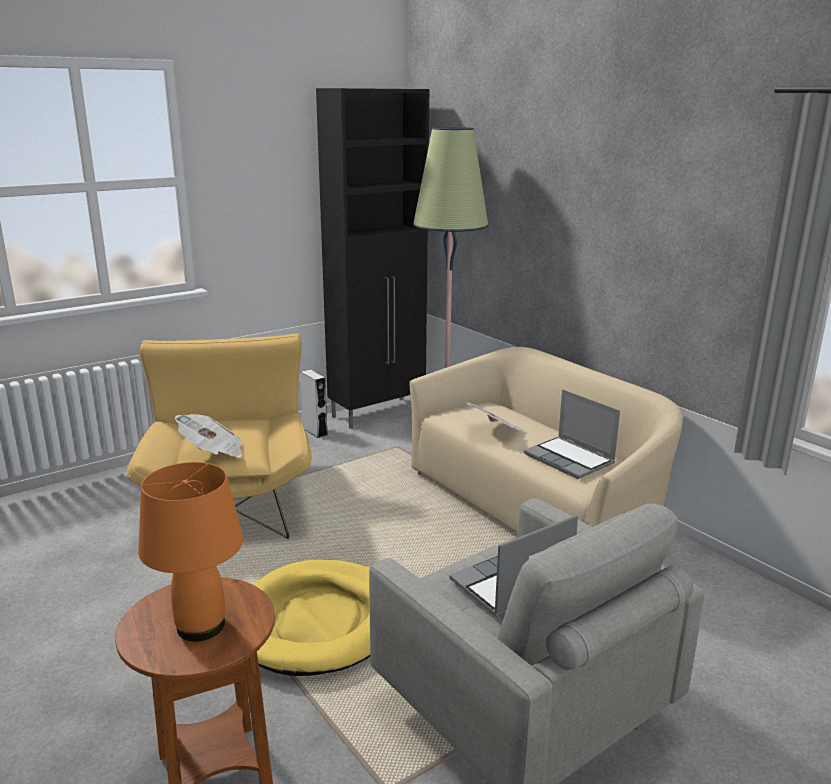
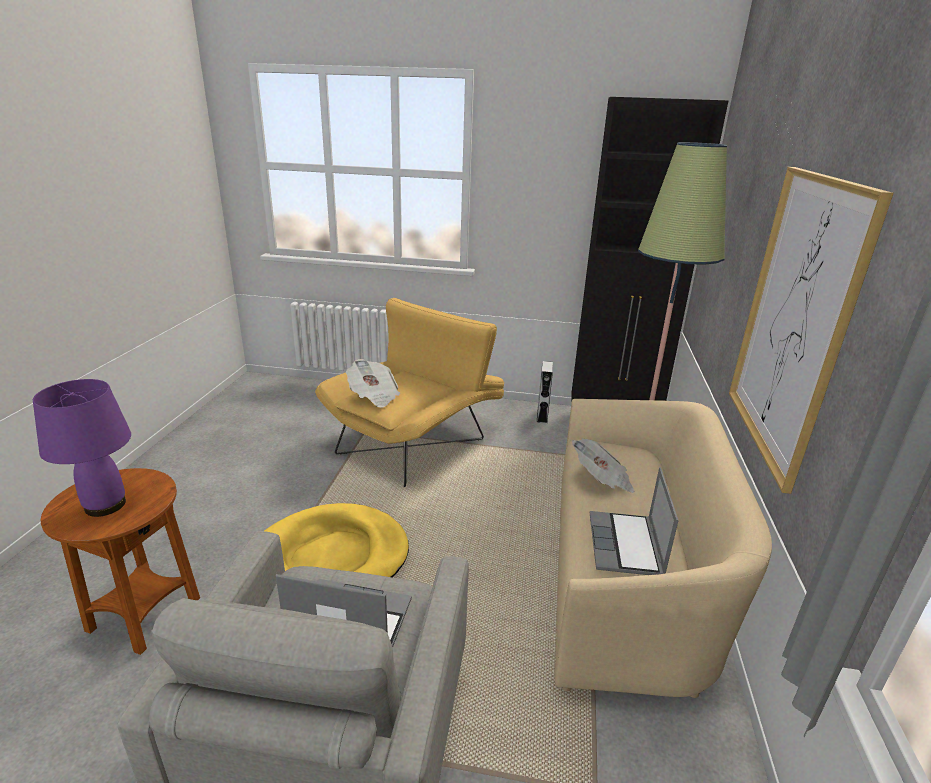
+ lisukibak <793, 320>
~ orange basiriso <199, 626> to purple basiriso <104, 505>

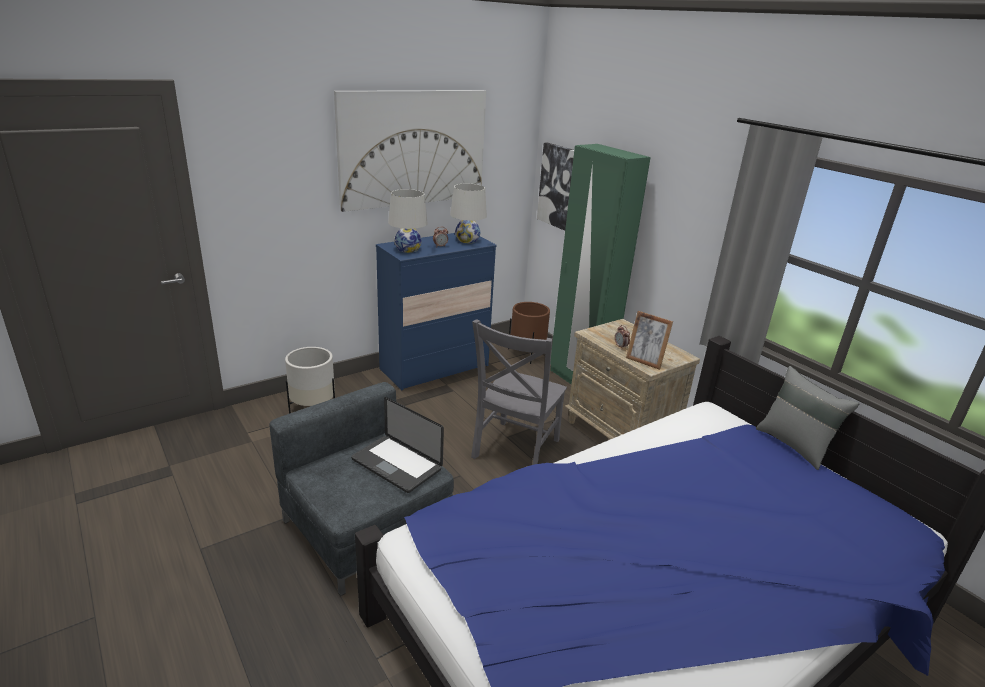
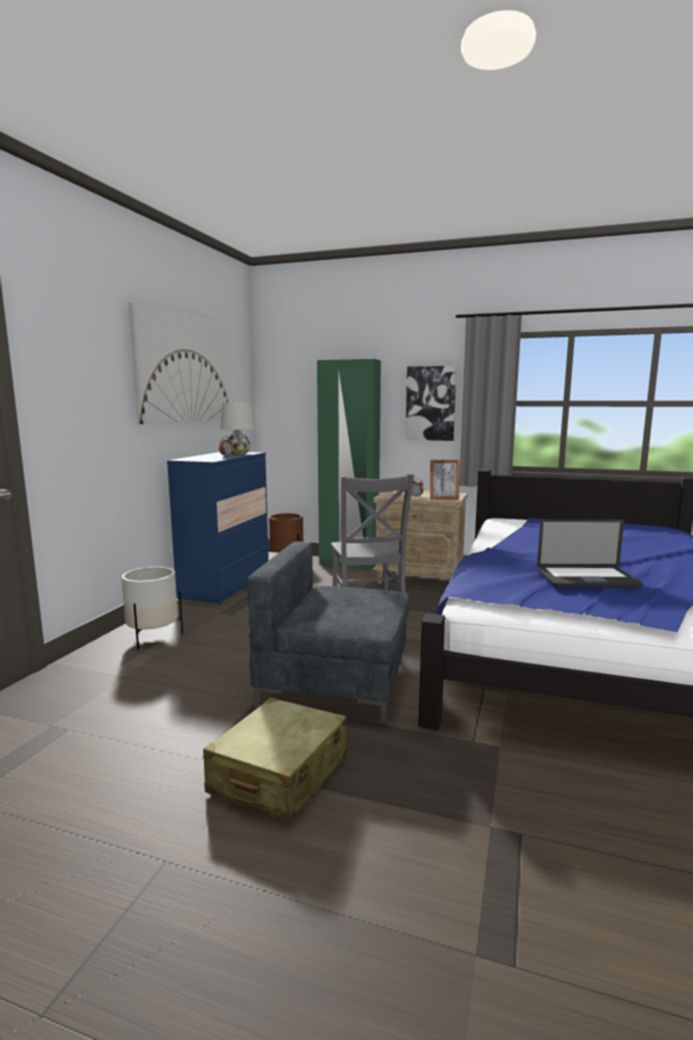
- white basiriso <407, 249>
- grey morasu <794, 445>
+ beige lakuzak <279, 775>
~ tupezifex <396, 464> to <587, 579>
~ lisukibak <560, 187> to <430, 403>

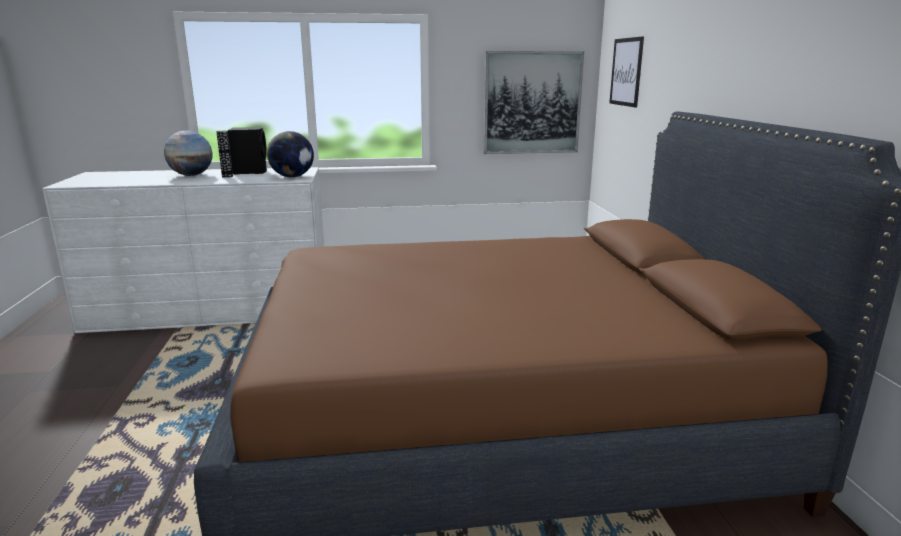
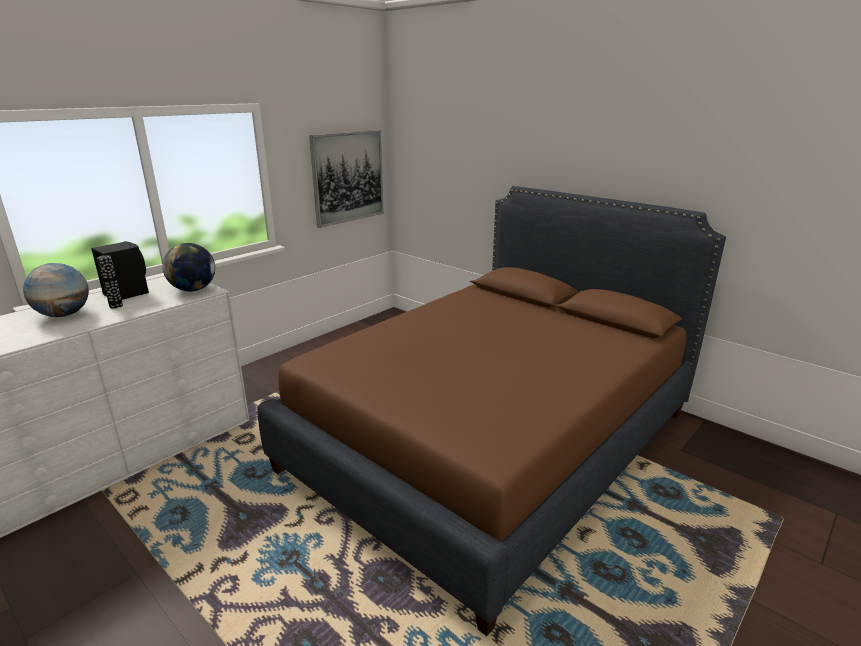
- lisukibak <626, 72>

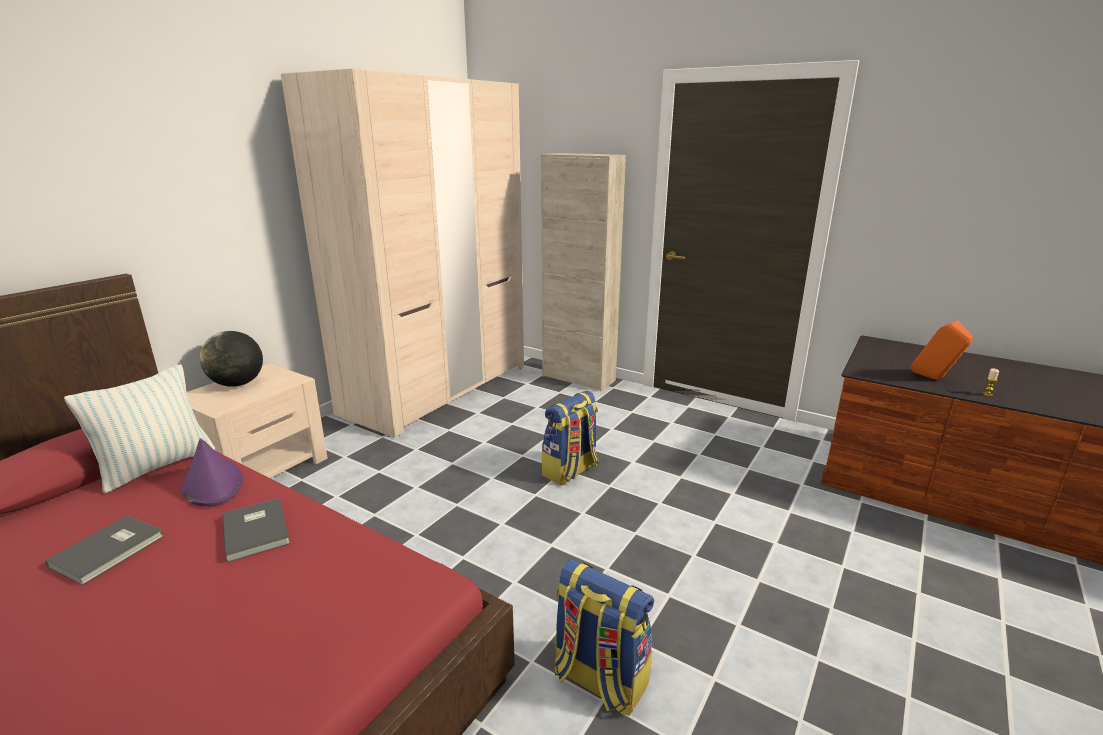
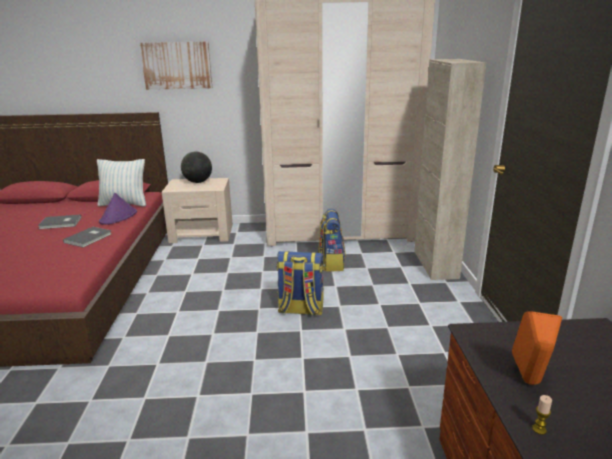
+ lisukibak <177, 65>
~ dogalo <599, 680> to <331, 263>

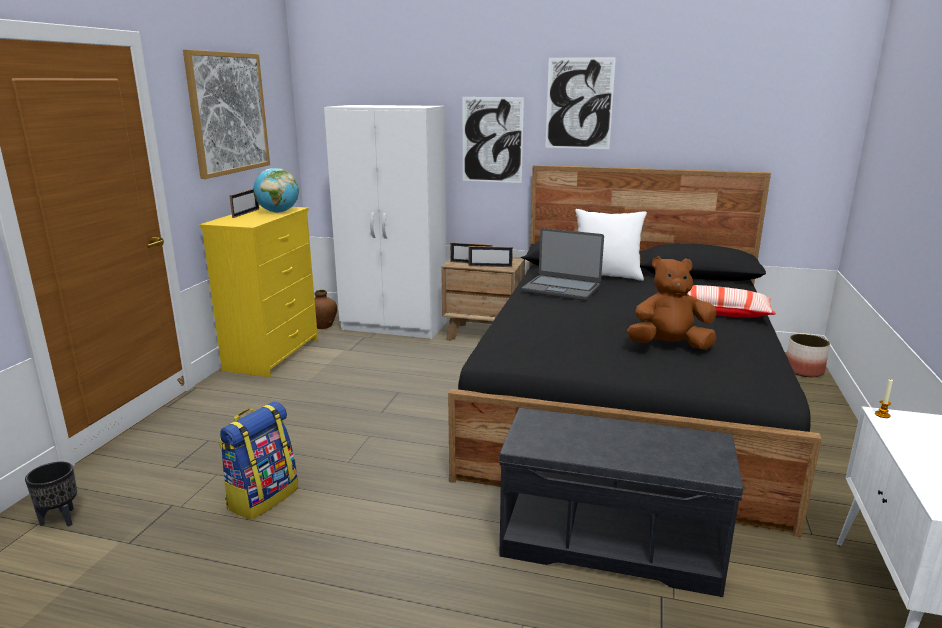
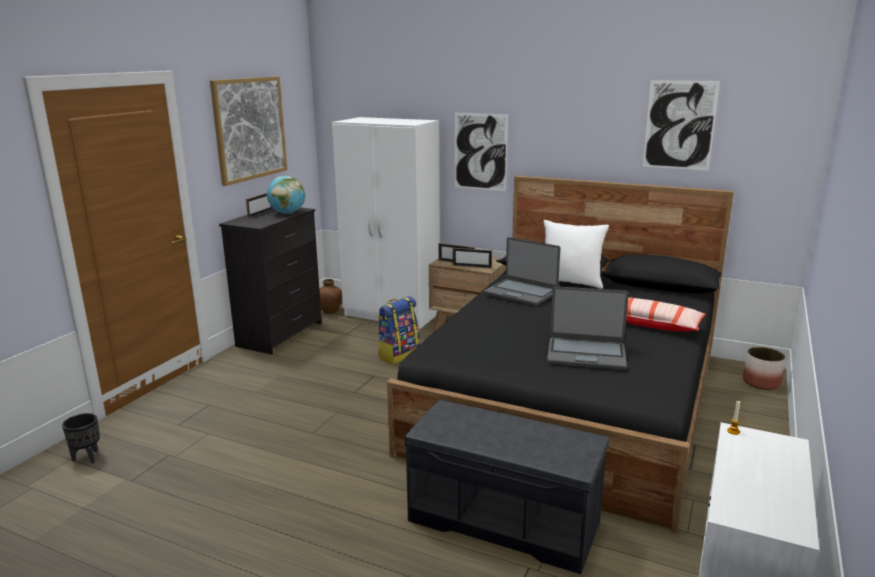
~ dogalo <262, 497> to <398, 355>
~ lisukibak <579, 103> to <679, 125>
~ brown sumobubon <669, 346> to tupezifex <586, 354>
~ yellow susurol <273, 354> to black susurol <281, 334>

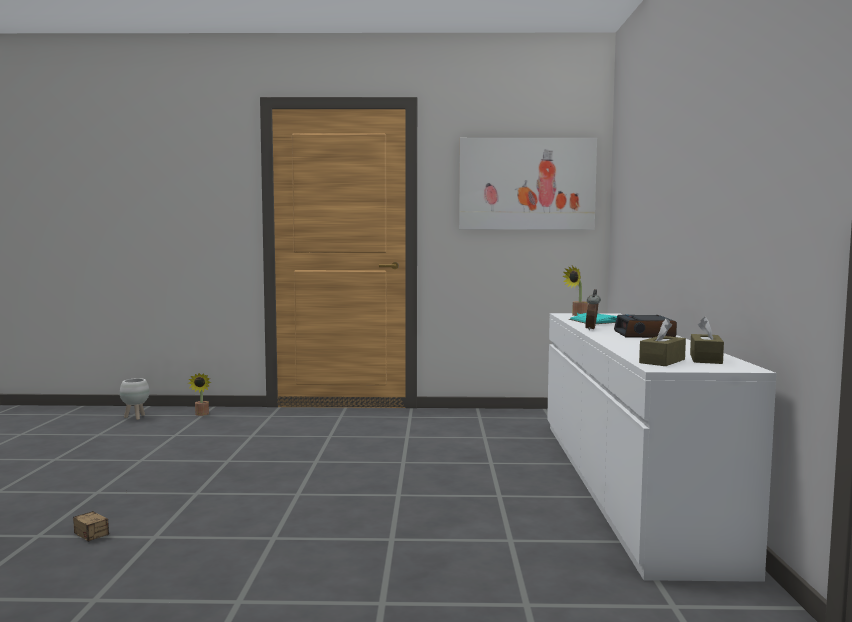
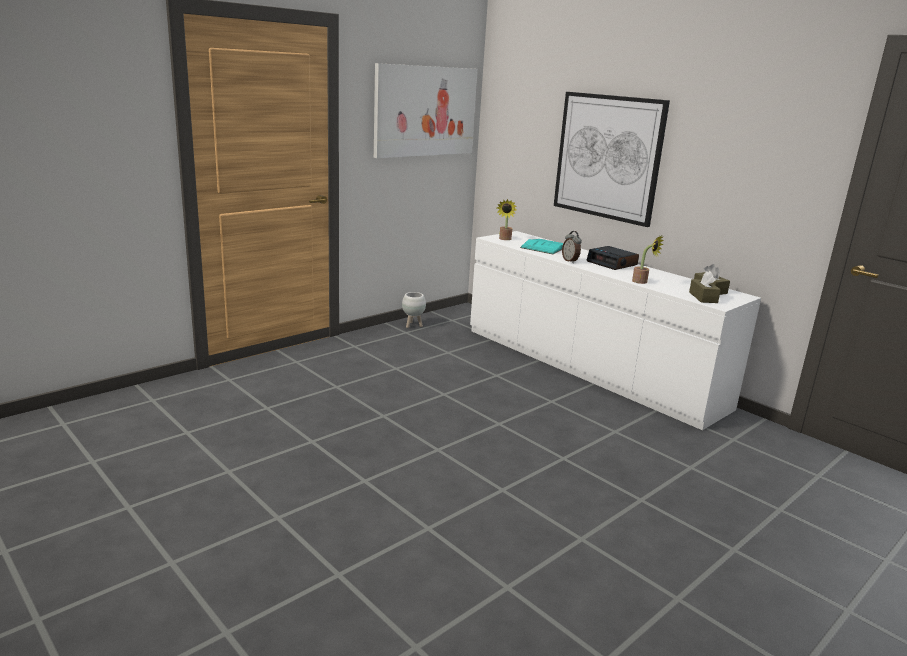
- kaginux <101, 540>
+ lisukibak <608, 157>
~ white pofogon <135, 417> to <412, 325>
~ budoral <201, 414> to <642, 282>

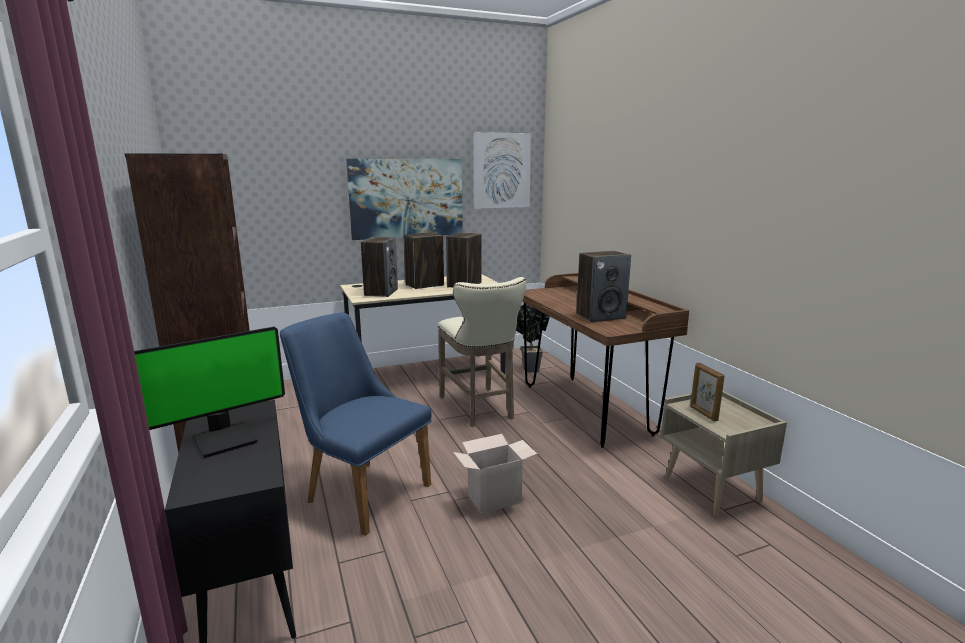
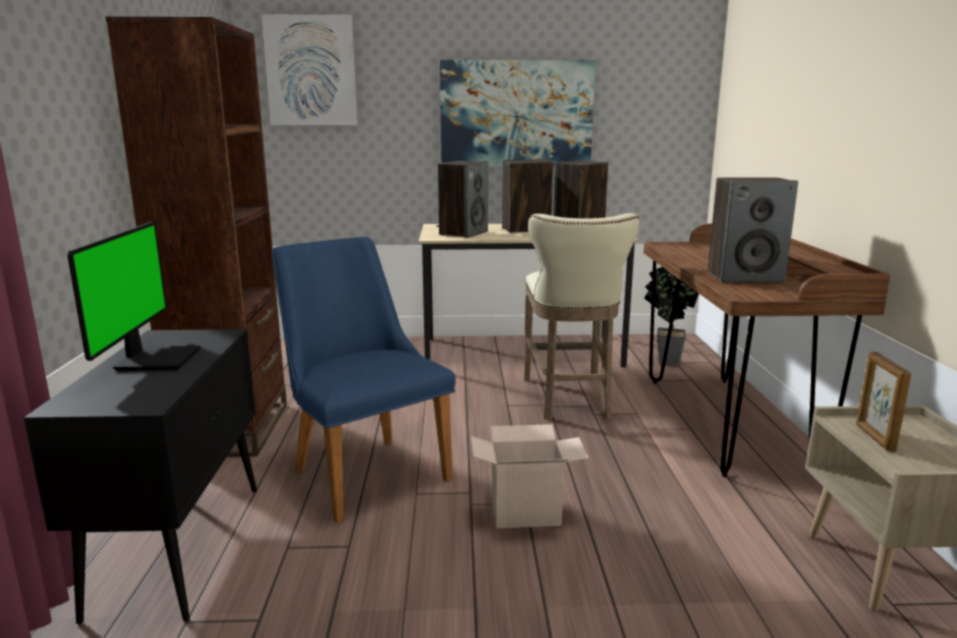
~ lisukibak <501, 170> to <311, 71>
~ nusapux <225, 438> = <155, 359> 75 degrees counterclockwise

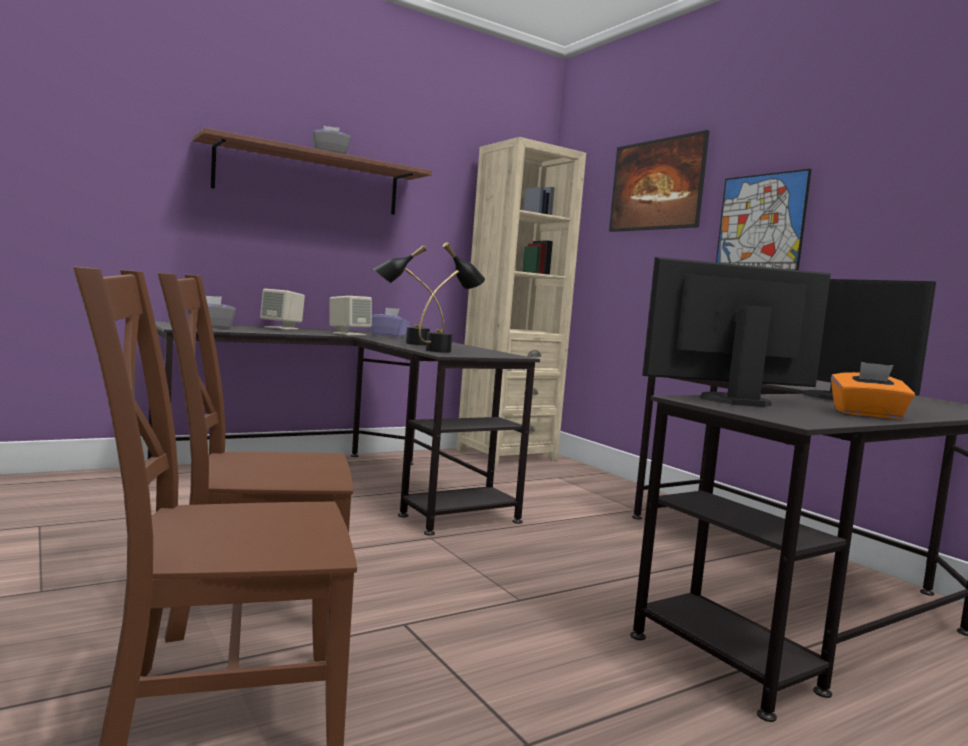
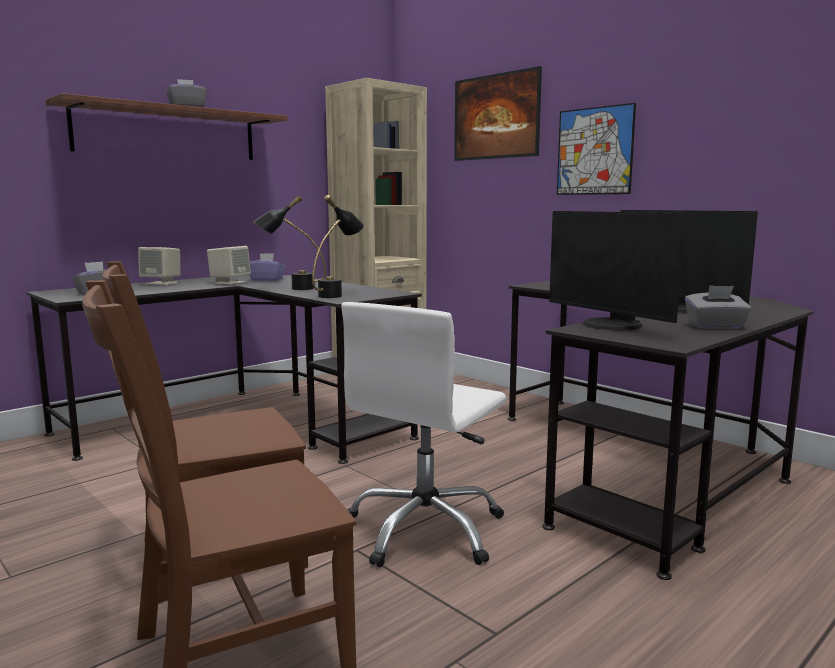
+ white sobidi <425, 530>
~ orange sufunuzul <867, 414> to grey sufunuzul <715, 326>
~ nusapux <732, 400> = <610, 325> 105 degrees counterclockwise

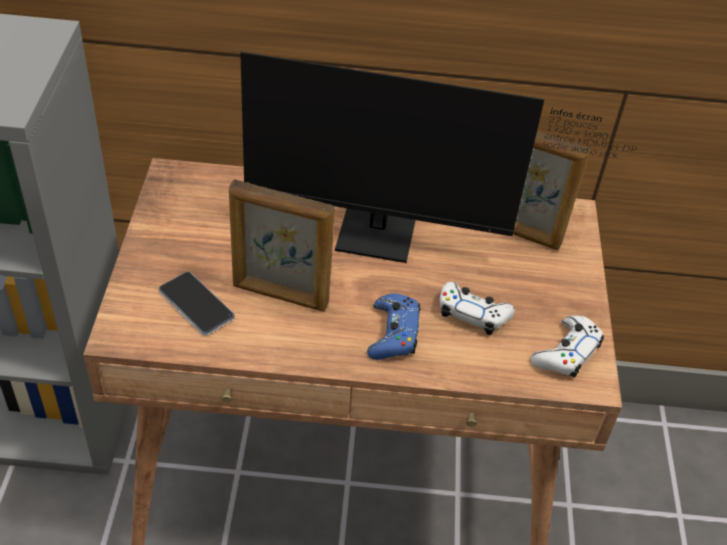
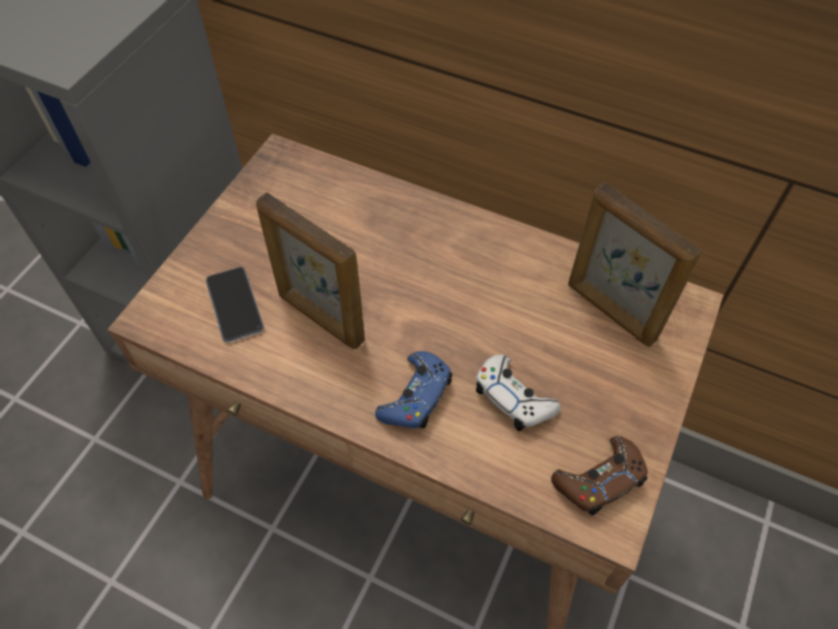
- nusapux <389, 237>
~ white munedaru <566, 353> to brown munedaru <599, 479>

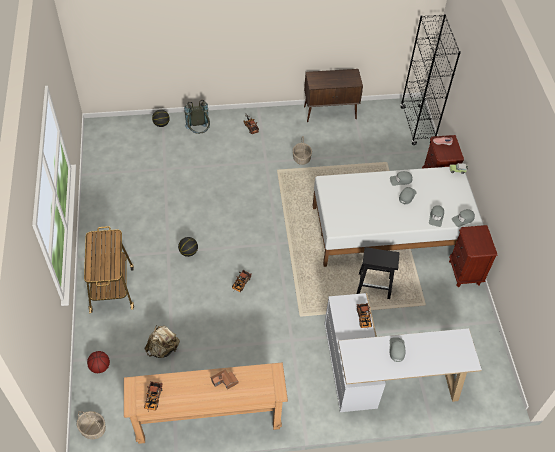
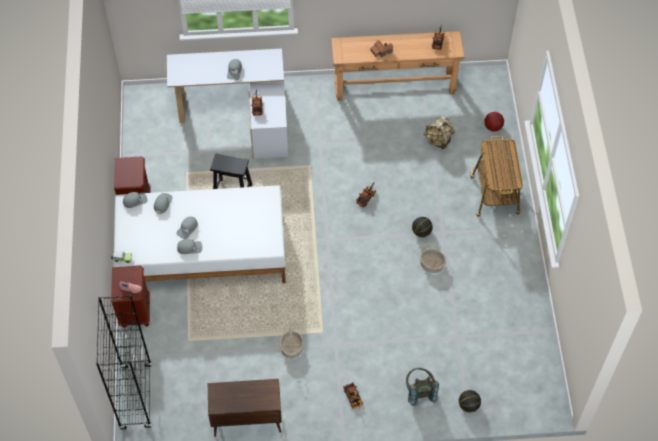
~ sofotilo <92, 429> to <432, 265>

